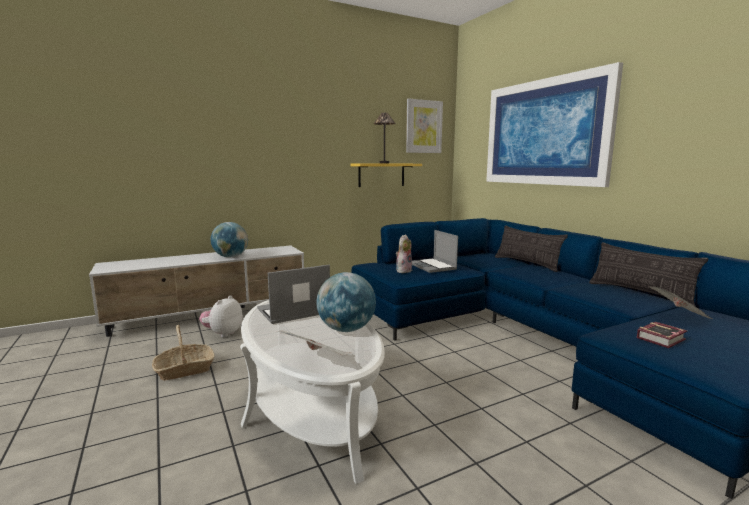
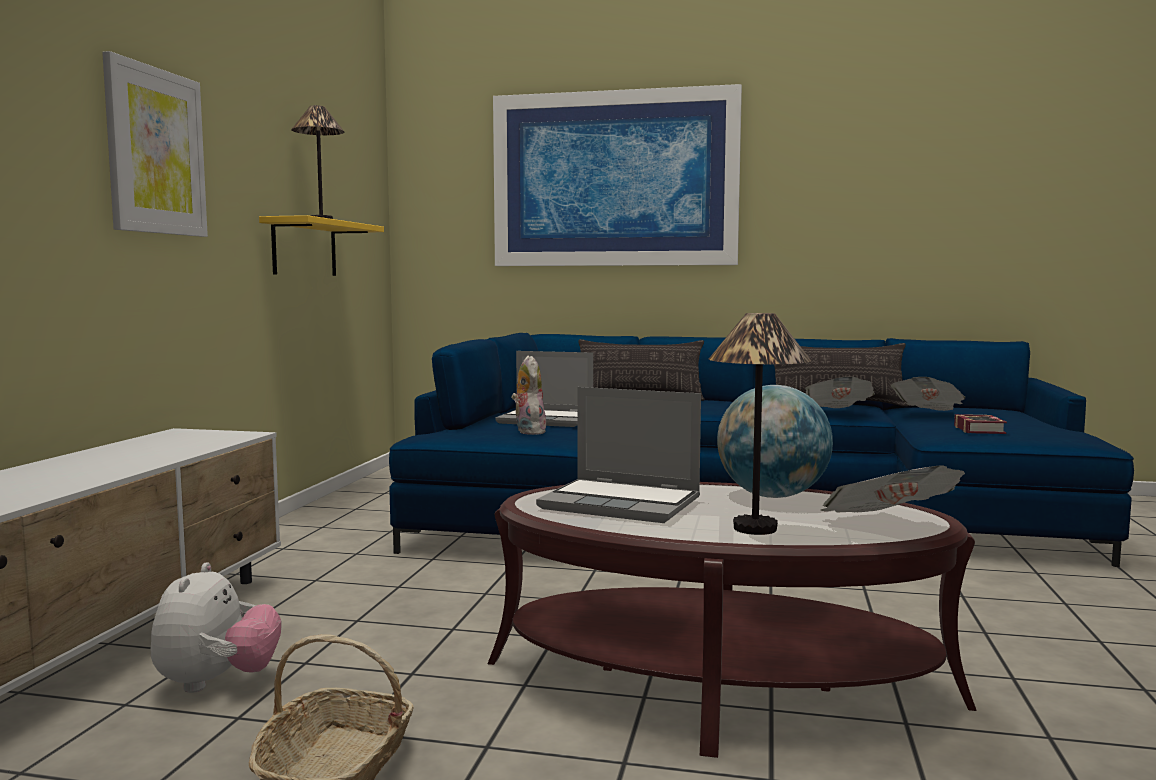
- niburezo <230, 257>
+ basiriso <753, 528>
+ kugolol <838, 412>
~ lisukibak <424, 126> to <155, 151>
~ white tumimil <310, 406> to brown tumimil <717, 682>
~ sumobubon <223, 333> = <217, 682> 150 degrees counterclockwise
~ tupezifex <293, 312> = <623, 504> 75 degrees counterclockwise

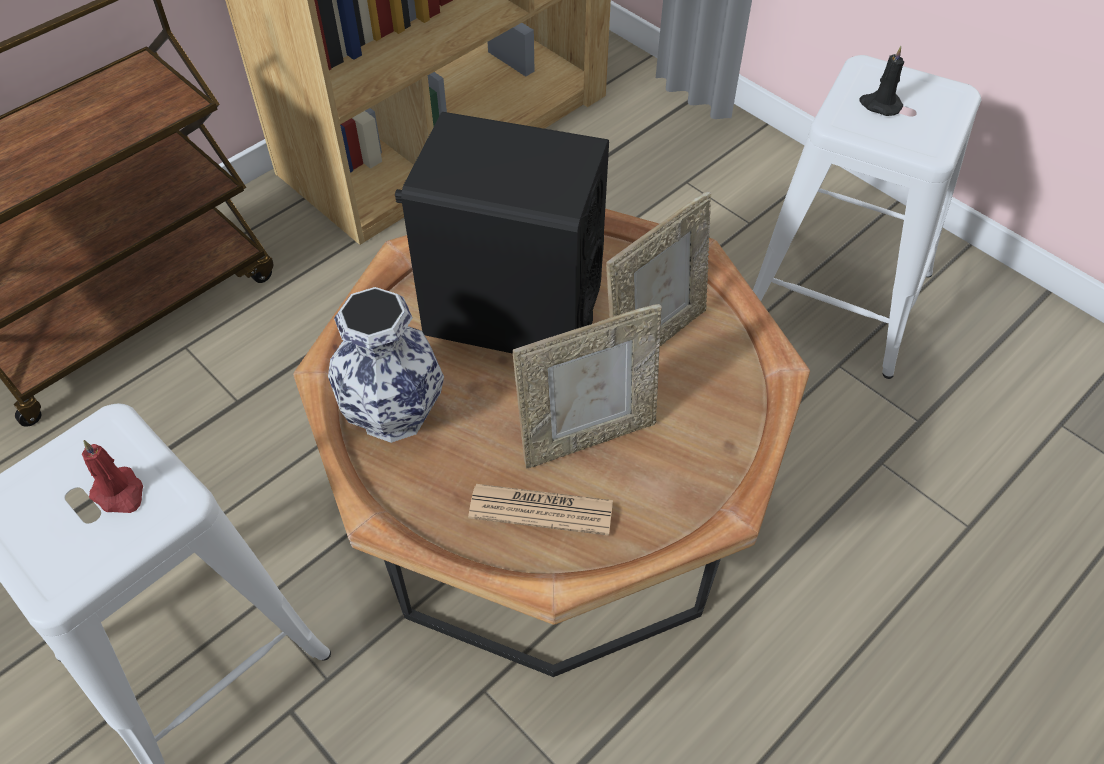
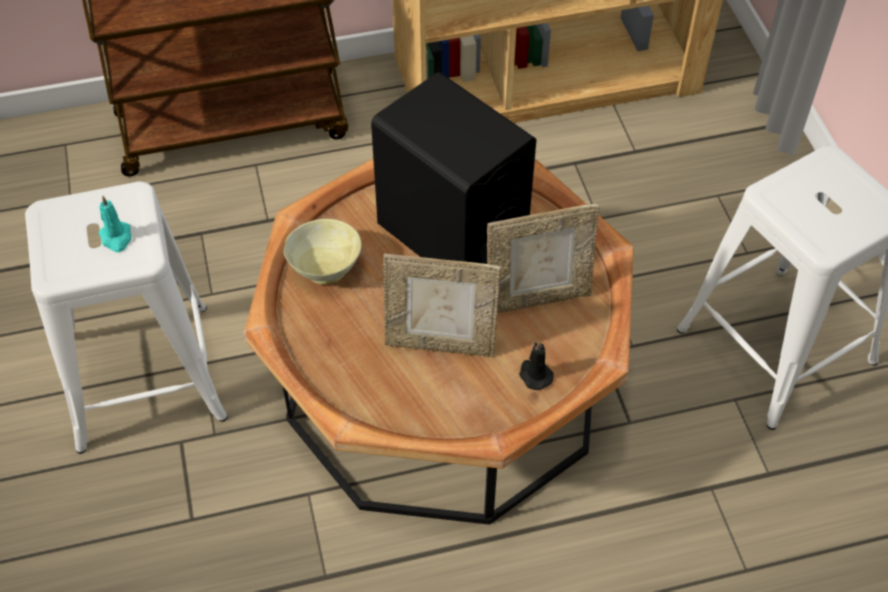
- kugolol <541, 510>
~ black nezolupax <879, 105> to <534, 375>
~ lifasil <394, 412> to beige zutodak <326, 268>
~ red nezolupax <120, 493> to turquoise nezolupax <116, 238>

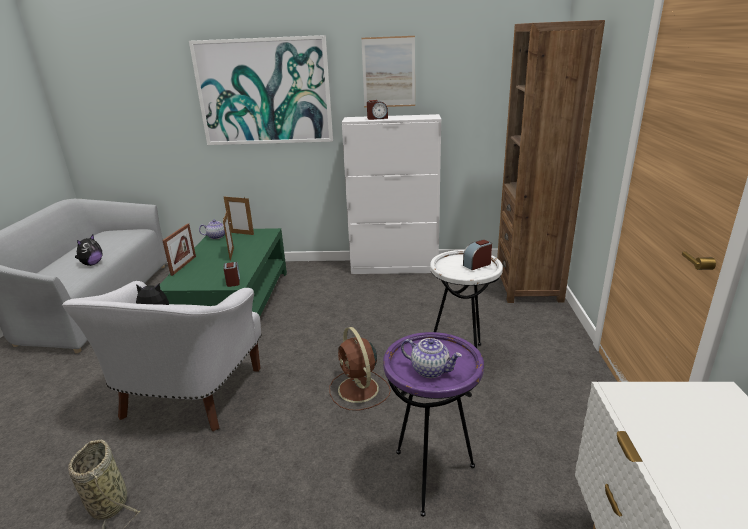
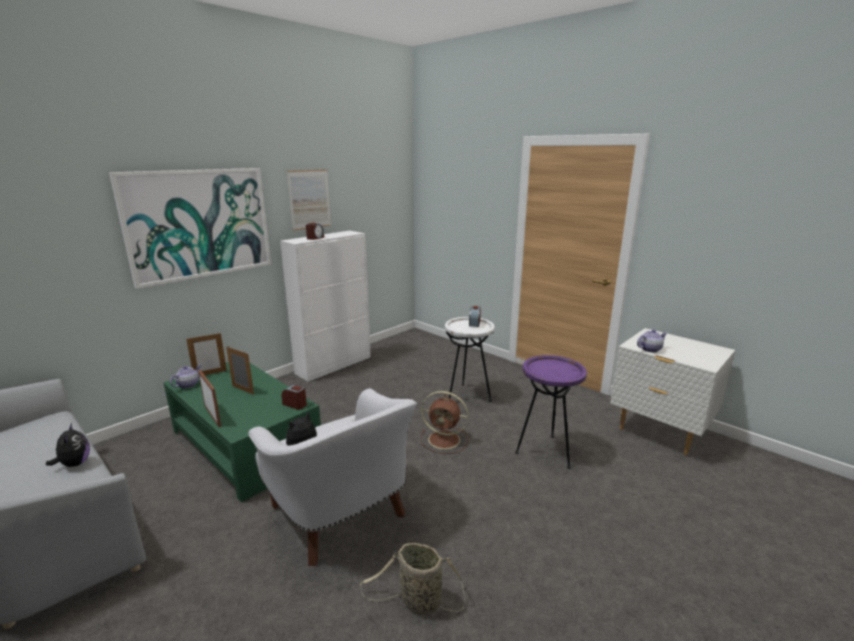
- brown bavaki <528, 287>
~ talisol <430, 370> to <650, 349>

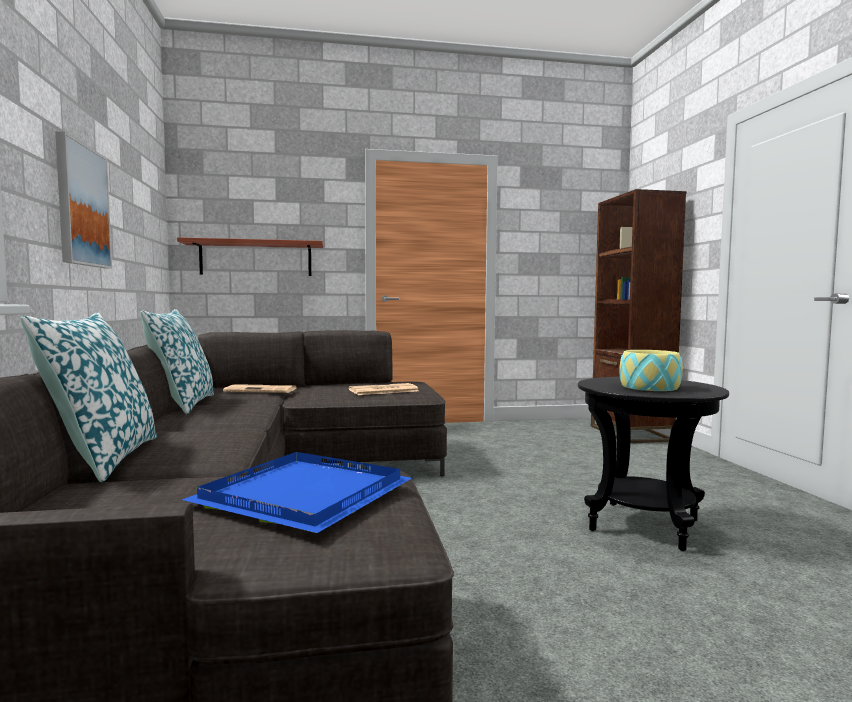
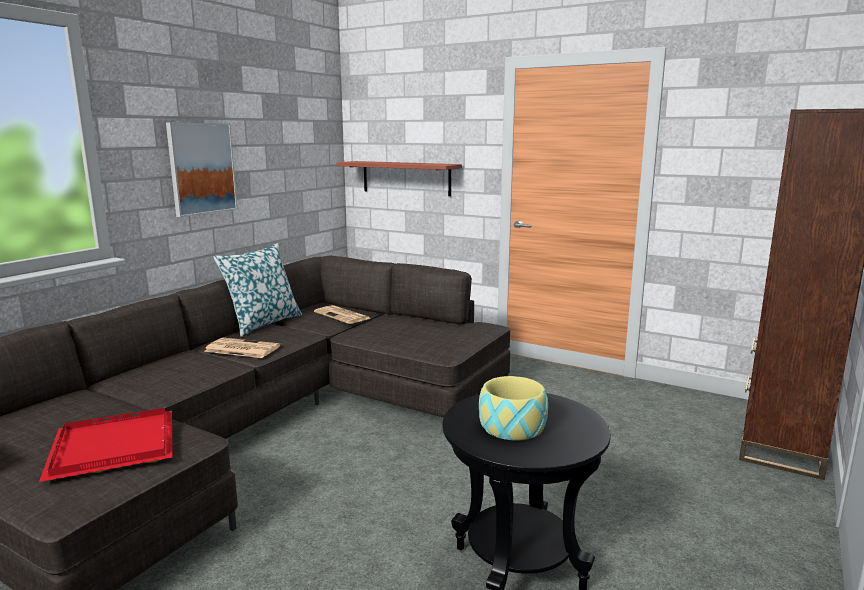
- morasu <102, 458>
~ kugolol <383, 390> to <241, 349>
~ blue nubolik <308, 495> to red nubolik <115, 447>

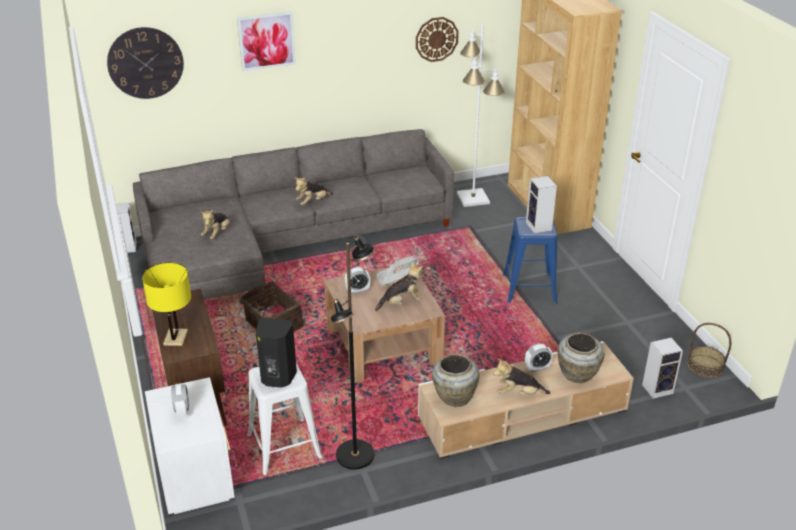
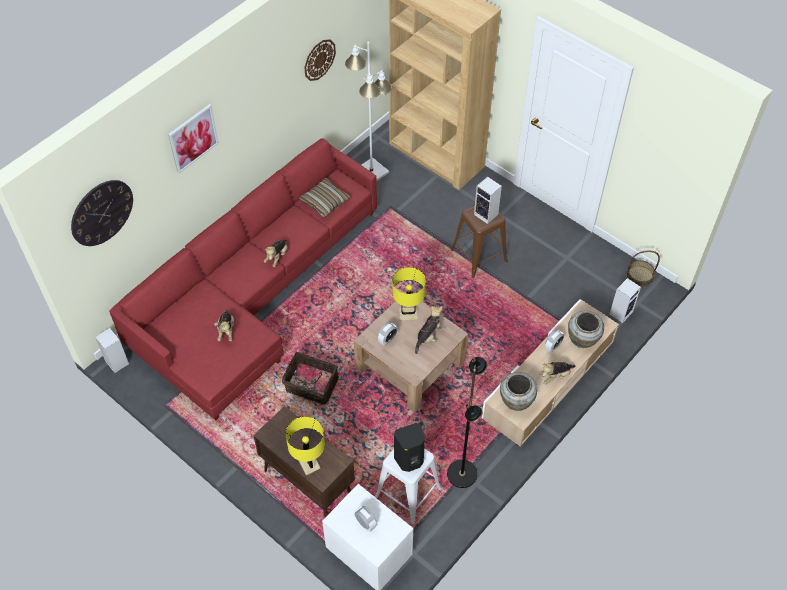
+ morasu <325, 201>
~ kugolol <396, 280> to yellow basiriso <408, 314>
~ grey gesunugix <284, 242> to red gesunugix <251, 294>
~ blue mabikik <529, 288> to brown mabikik <479, 256>

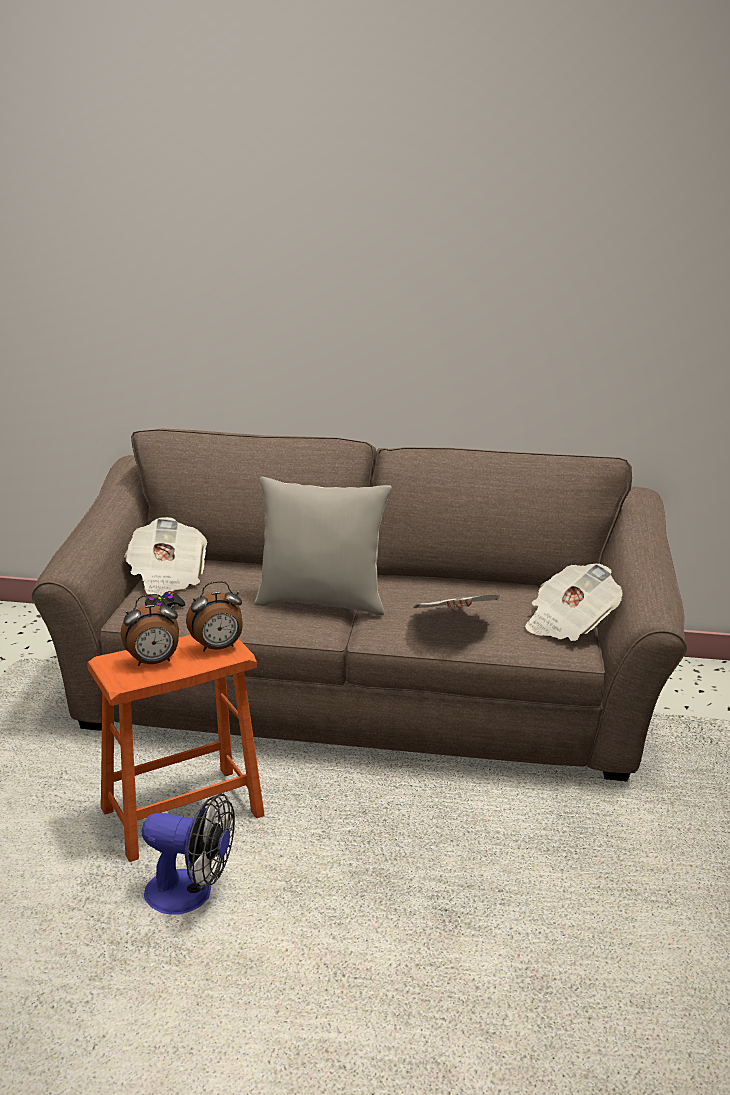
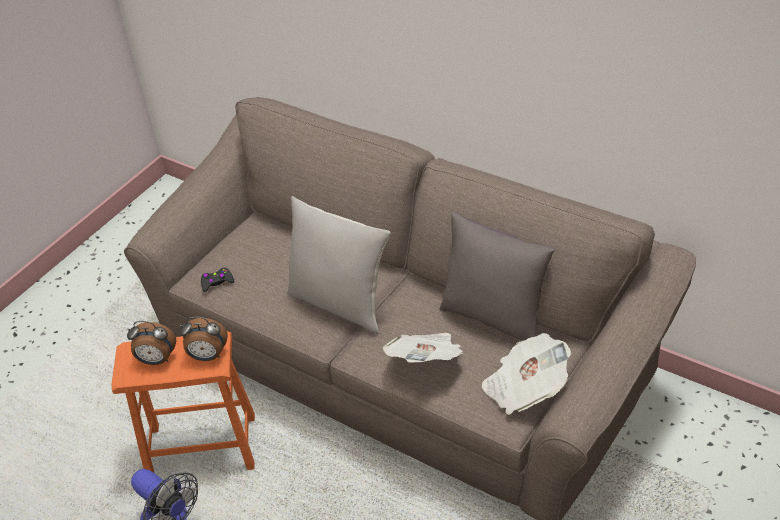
- kugolol <167, 578>
+ grey morasu <494, 316>

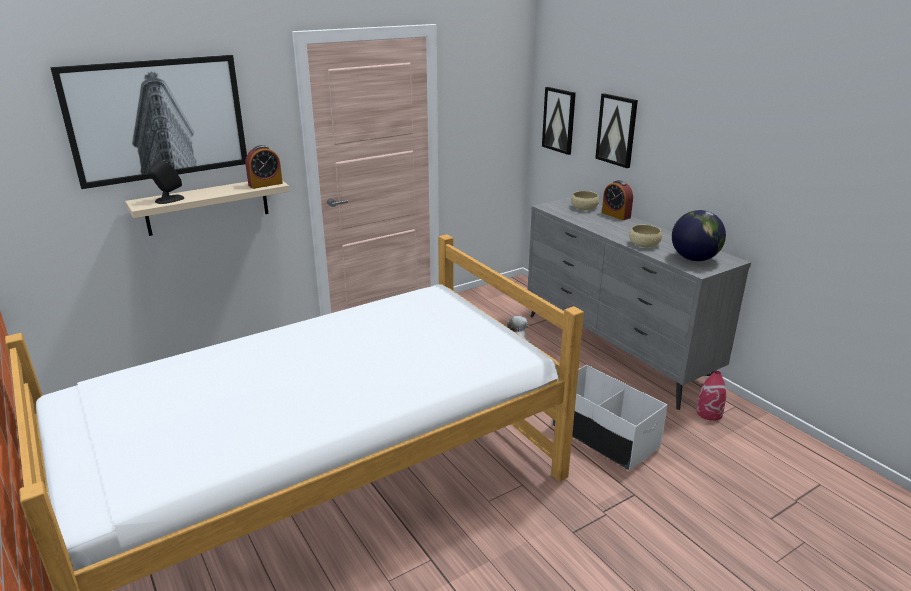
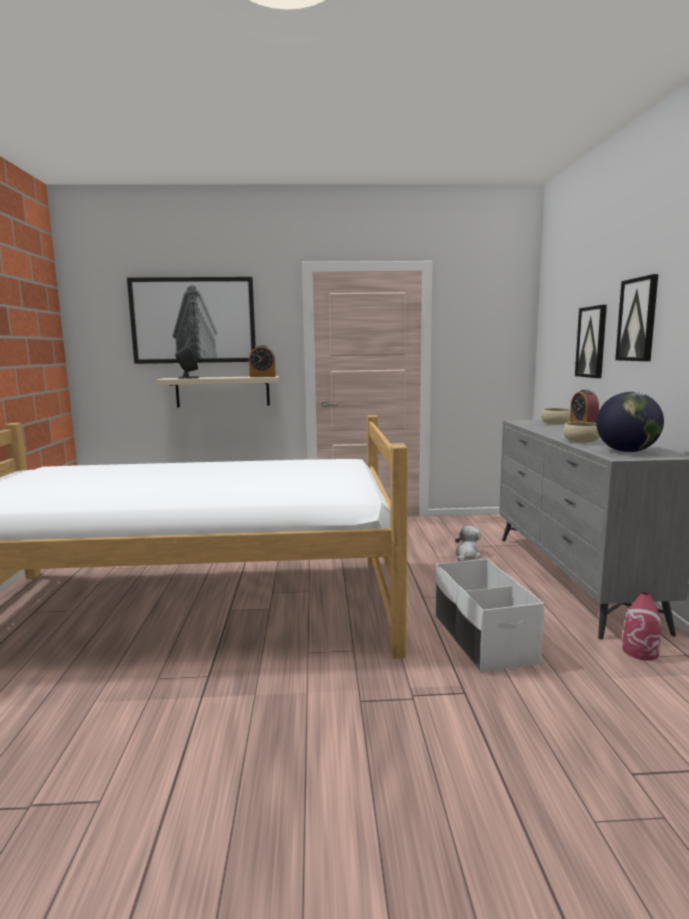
~ lisukibak <559, 120> to <637, 319>

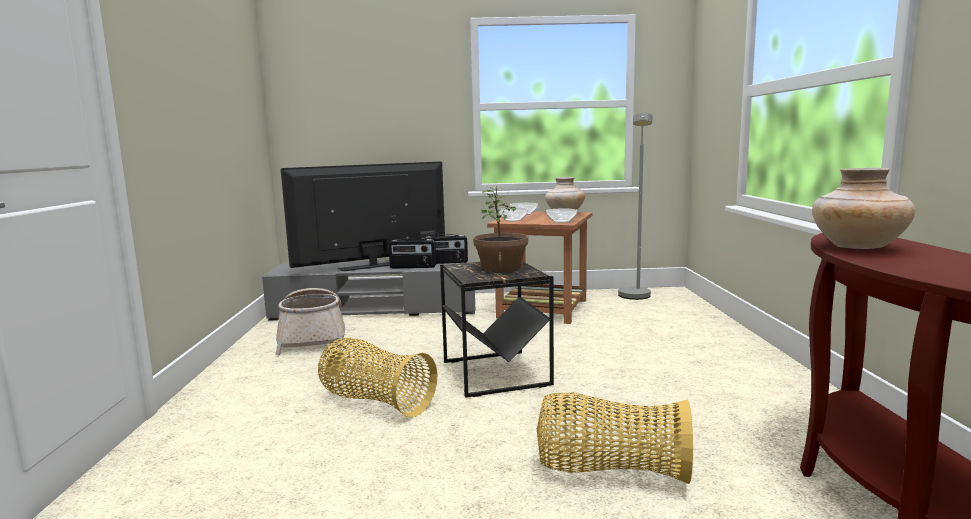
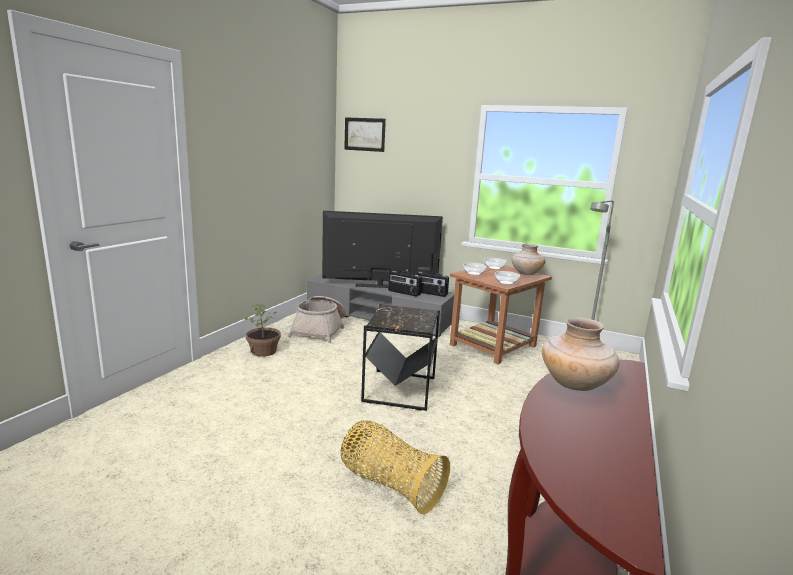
- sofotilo <376, 402>
+ lisukibak <364, 134>
~ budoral <501, 268> to <264, 351>

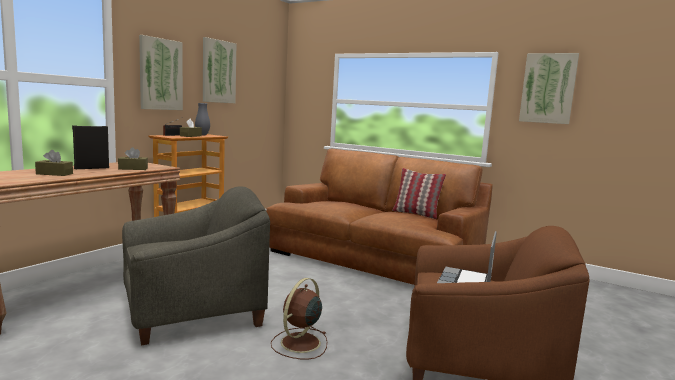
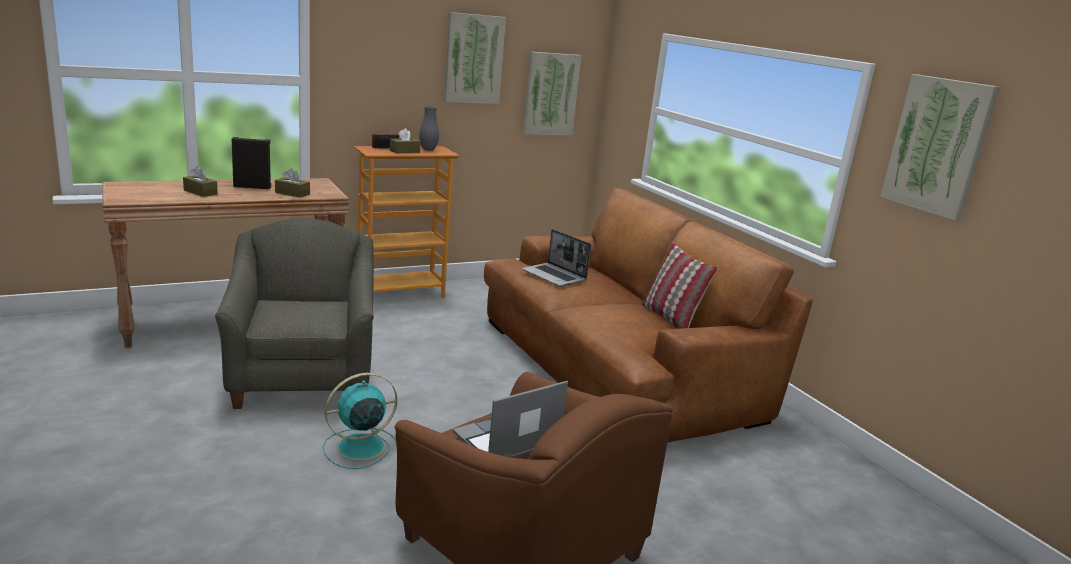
+ tupezifex <555, 276>
~ lisukibak <160, 74> to <550, 94>
~ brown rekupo <299, 343> to turquoise rekupo <358, 447>
~ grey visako <193, 313> = <303, 377> 105 degrees counterclockwise

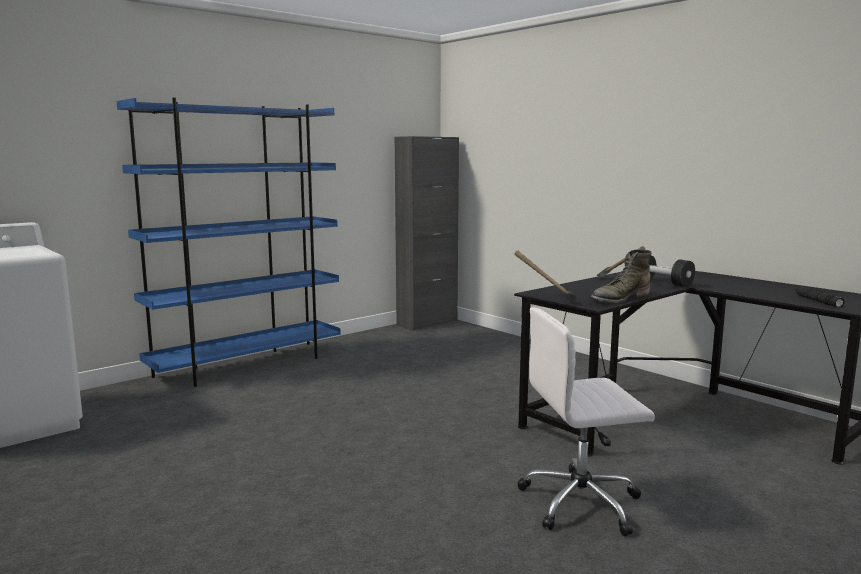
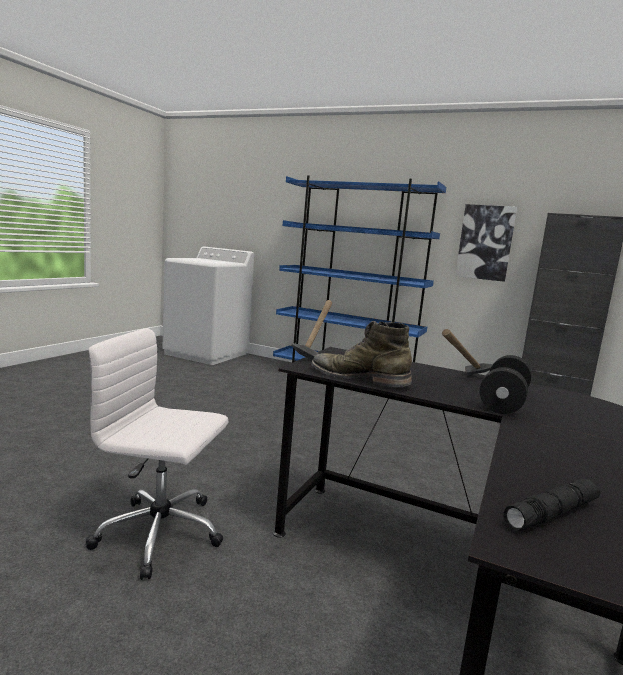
+ lisukibak <485, 242>
~ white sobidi <582, 503> = <162, 534> 45 degrees counterclockwise

